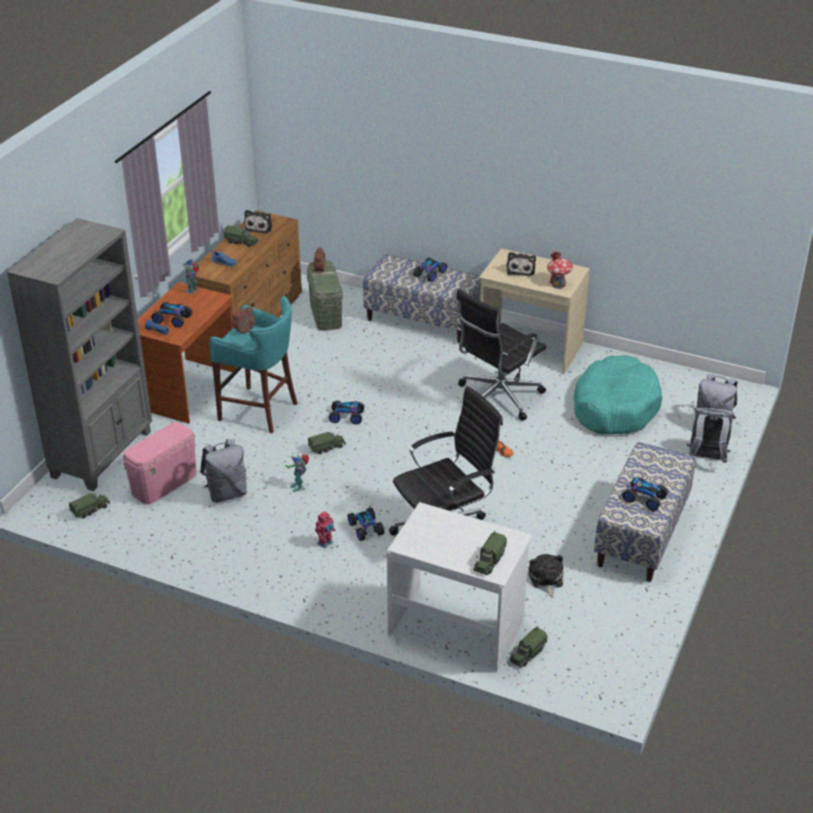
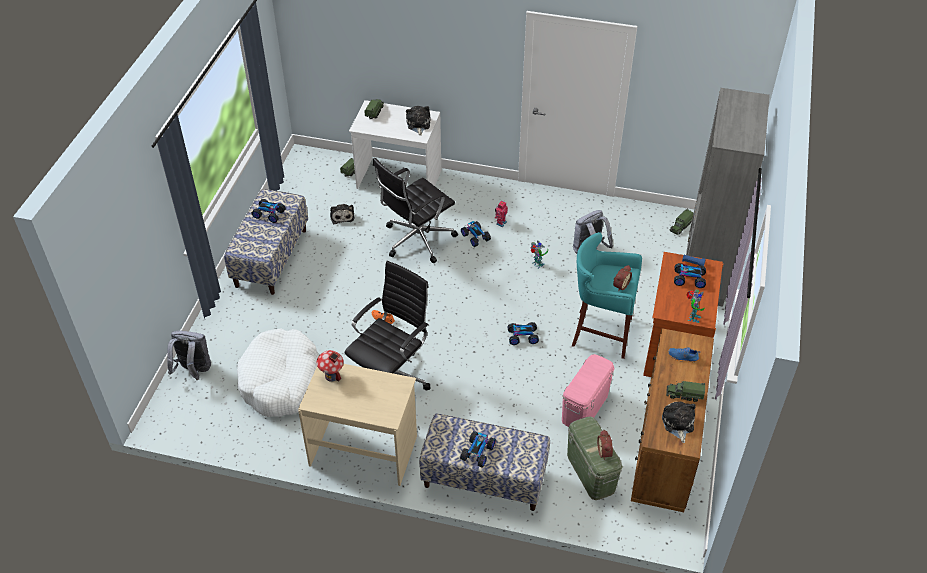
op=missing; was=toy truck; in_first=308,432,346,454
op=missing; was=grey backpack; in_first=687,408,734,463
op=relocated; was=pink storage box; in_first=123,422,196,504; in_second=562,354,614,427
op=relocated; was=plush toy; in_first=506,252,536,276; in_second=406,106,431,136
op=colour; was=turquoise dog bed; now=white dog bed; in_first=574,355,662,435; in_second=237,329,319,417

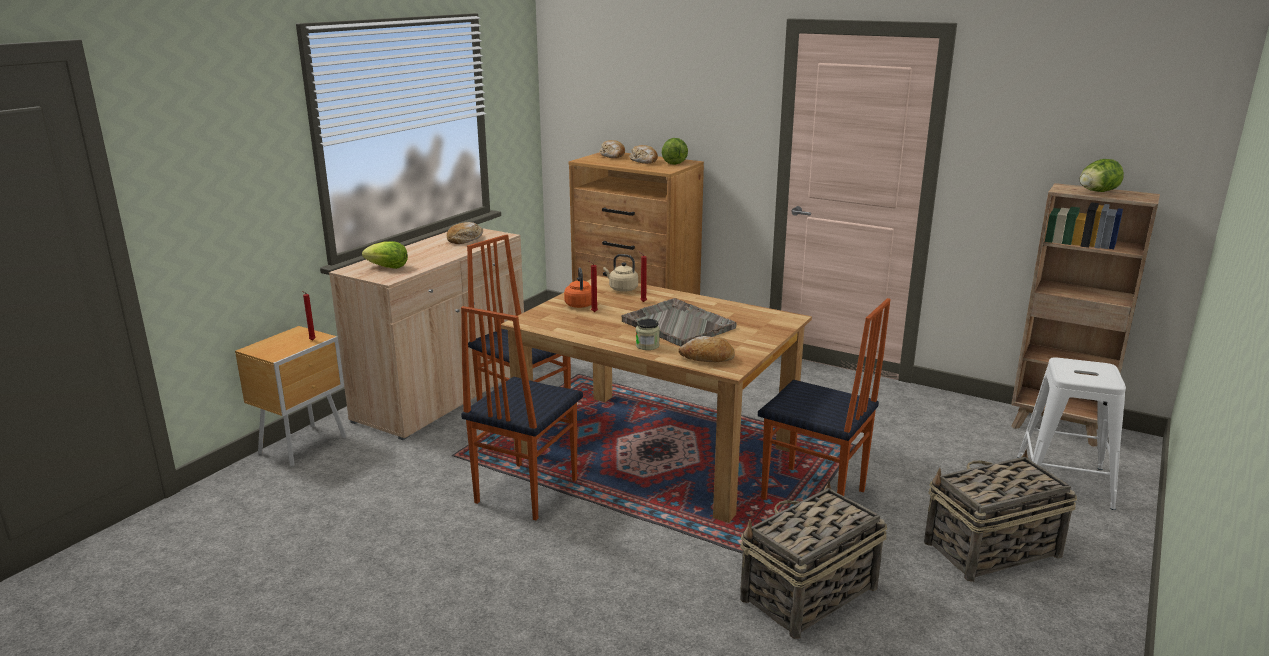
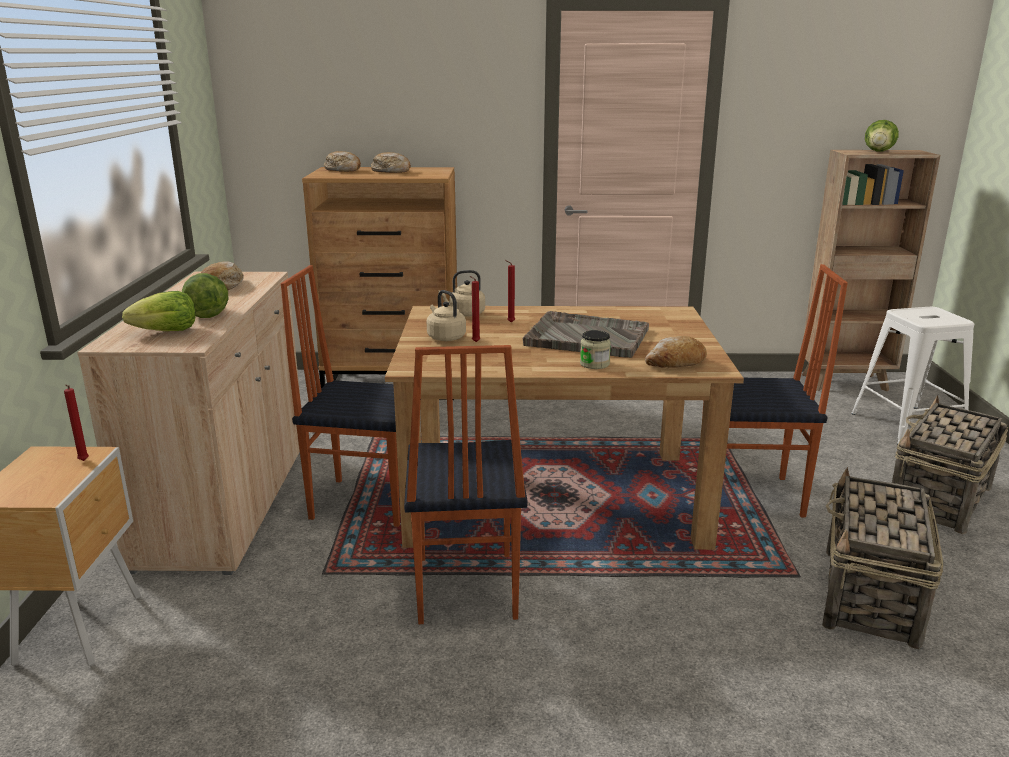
op=relocated; was=lettuce; in_first=662,138,688,165; in_second=182,273,228,318
op=colour; was=orange kettle; now=beige kettle; in_first=564,268,592,308; in_second=427,290,466,341

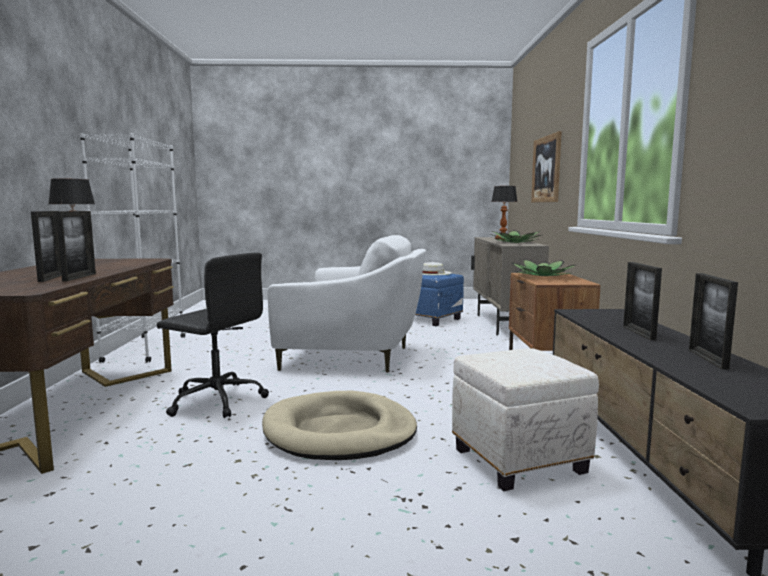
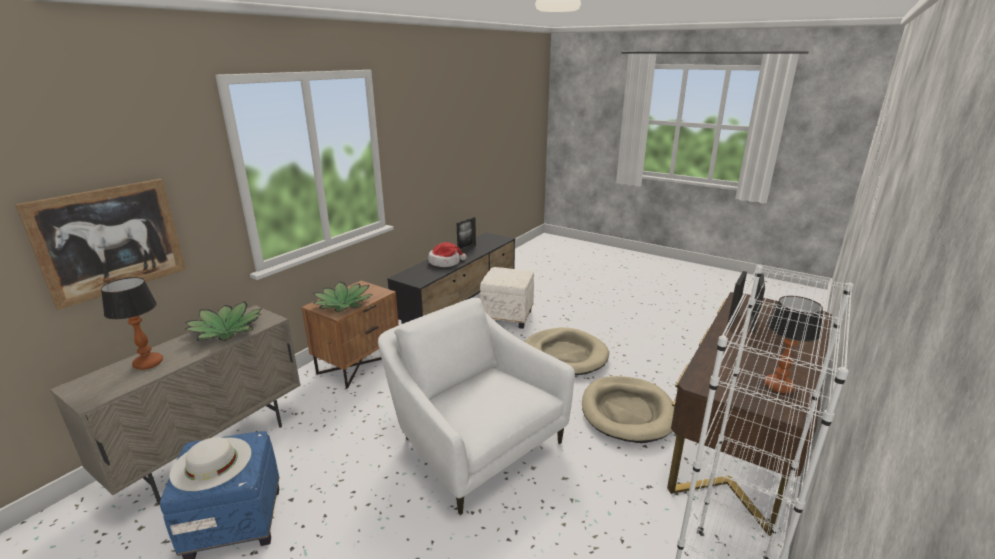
op=exchanged; was=black office chair; now=beige dog bed; in_first=157,253,269,418; in_second=582,376,674,443
op=exchanged; was=picture frame; now=hat; in_first=623,262,662,340; in_second=428,242,467,267

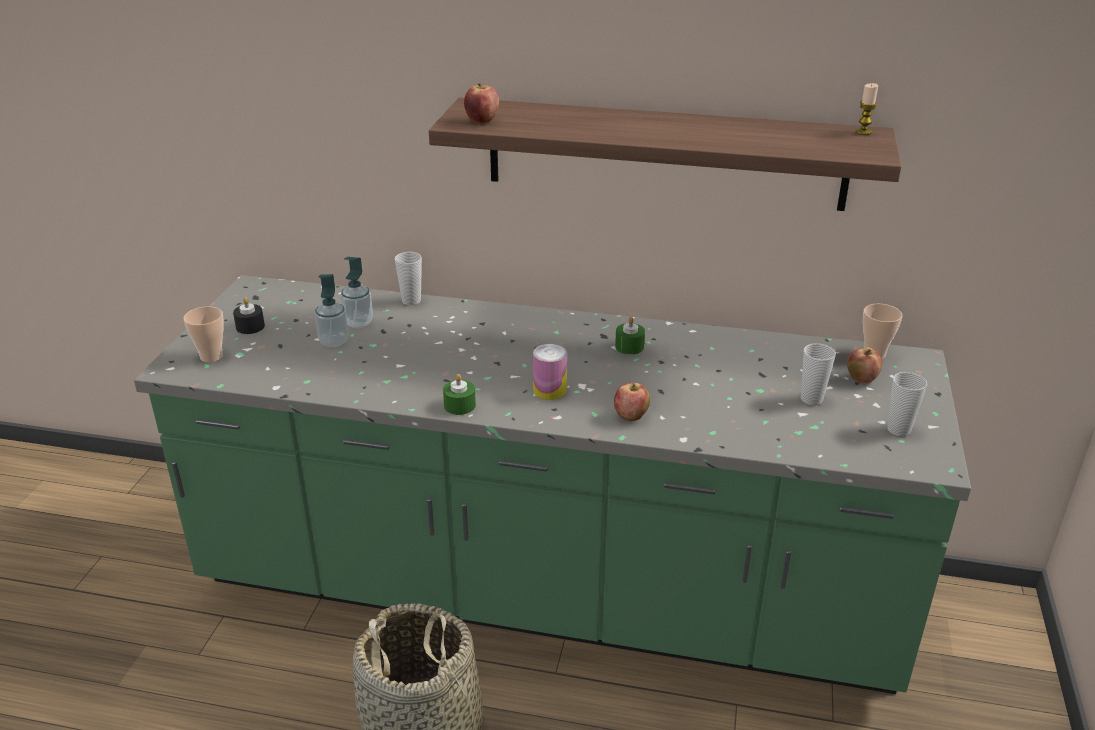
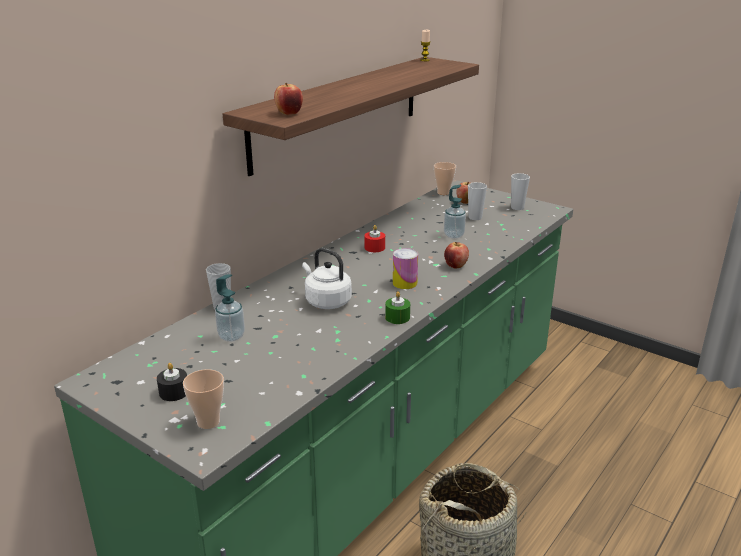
op=appeared; now=white kettle; in_second=302,248,352,309
op=relocated; was=soap dispenser; in_first=315,274,348,347; in_second=444,184,466,239
op=colour; was=green candle; now=red candle; in_first=615,316,645,354; in_second=364,225,385,252

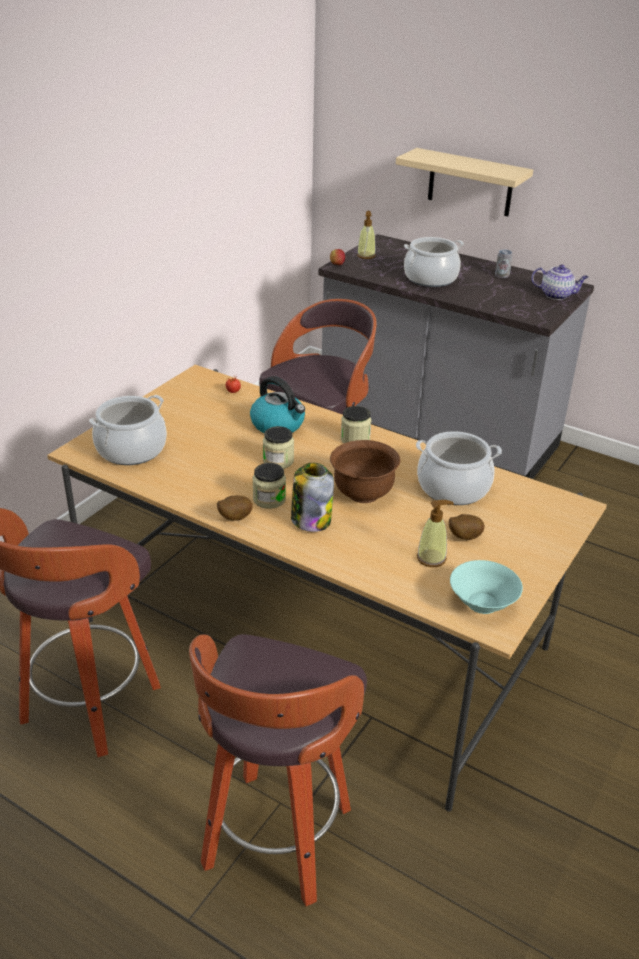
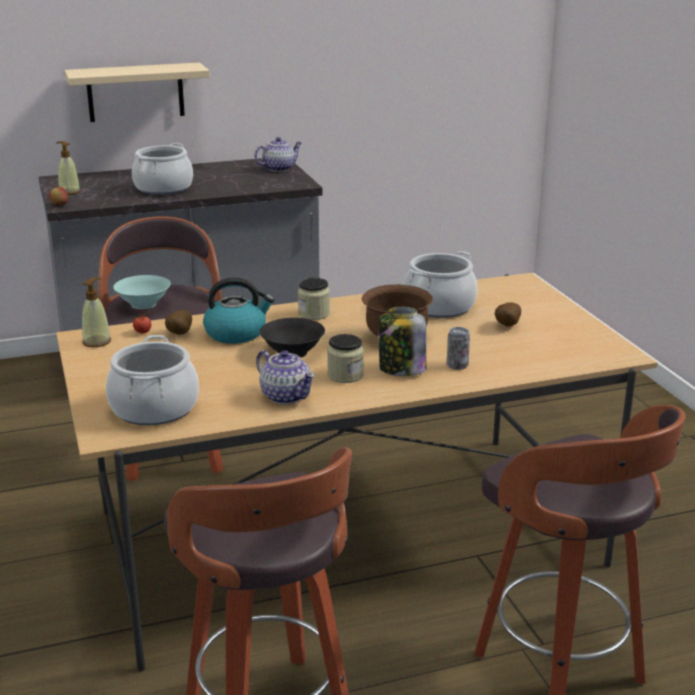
op=appeared; now=teapot; in_second=256,350,315,404
op=relocated; was=potato; in_first=217,496,252,520; in_second=165,310,192,335
op=relocated; was=soap dispenser; in_first=417,500,454,567; in_second=82,277,111,347
op=relocated; was=turquoise bowl; in_first=450,560,523,614; in_second=113,275,171,309
op=relocated; was=can; in_first=495,250,512,278; in_second=447,327,470,370
op=exchanged; was=jar; now=black bowl; in_first=263,426,294,469; in_second=259,318,325,358

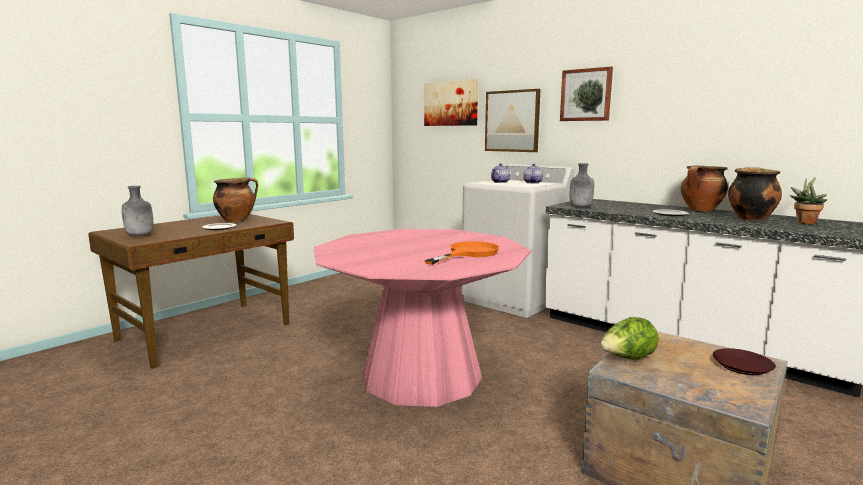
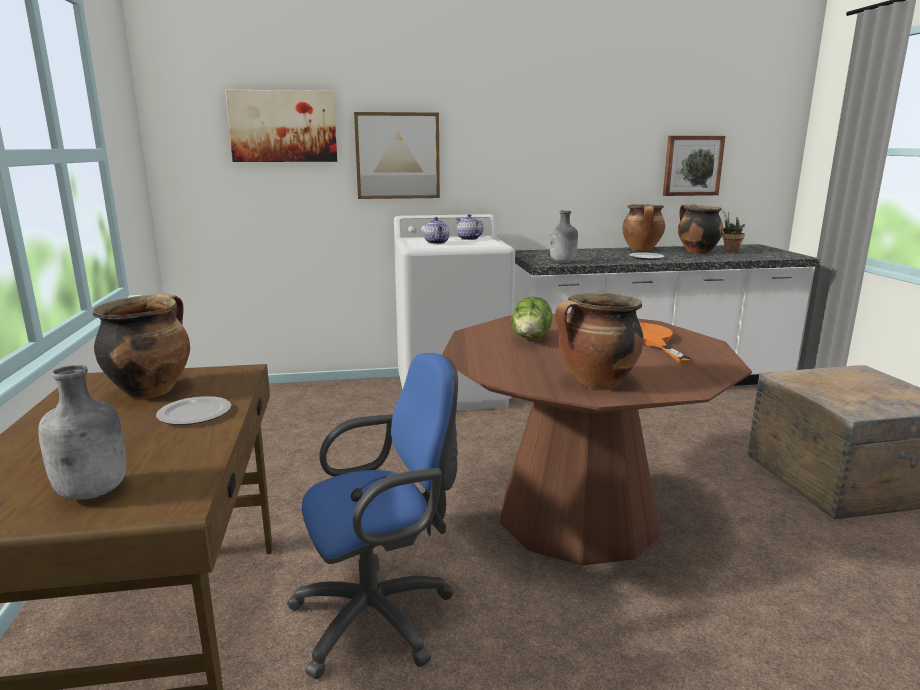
op=missing; was=brown plate; in_first=713,348,776,375
op=appeared; now=blue office chair; in_second=287,353,458,679
op=appeared; now=cooking pot; in_second=555,293,643,389
op=relocated; was=picture; in_first=560,66,613,121; in_second=663,136,725,196
op=relocated; was=lettuce; in_first=600,317,659,360; in_second=511,297,552,339
op=colour; was=pink dining table; now=brown dining table; in_first=314,229,531,407; in_second=442,313,752,566

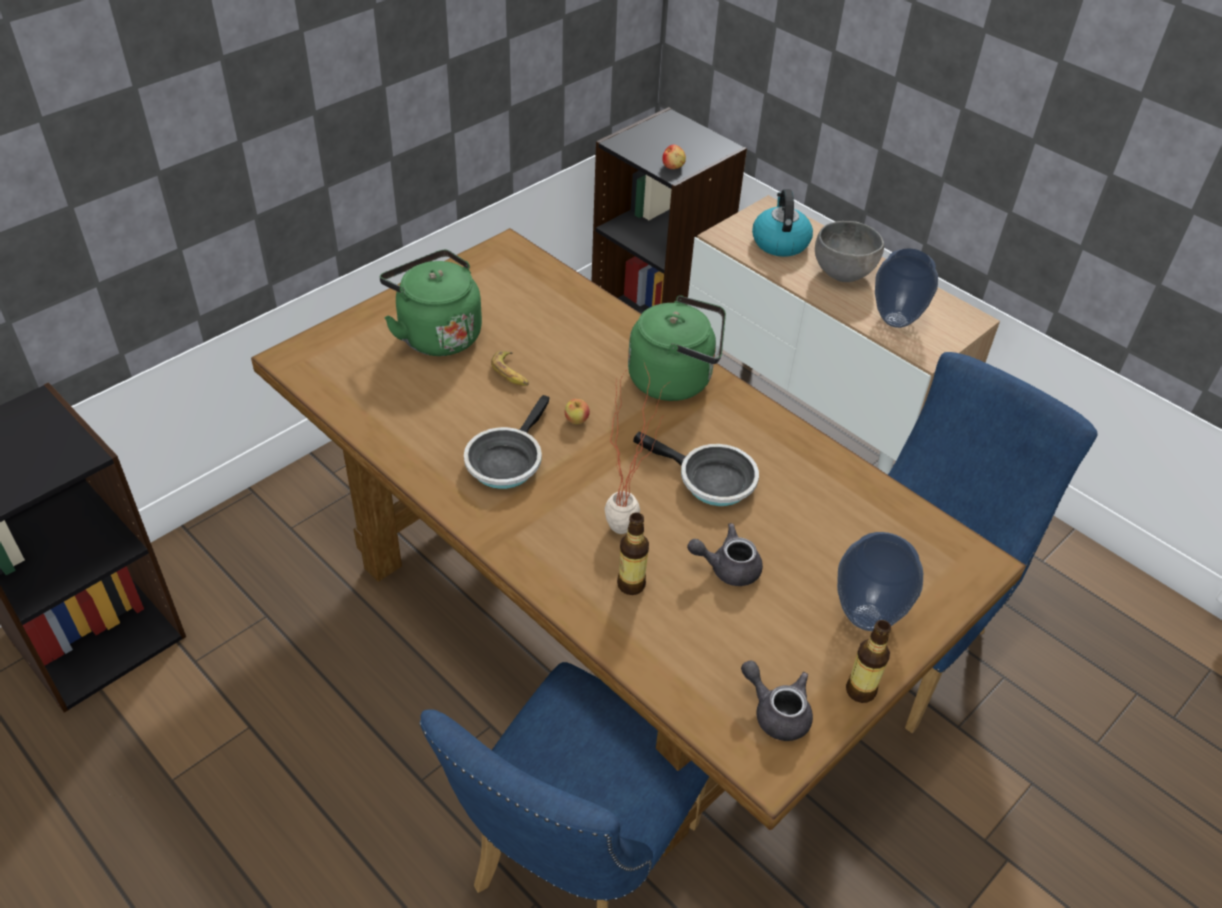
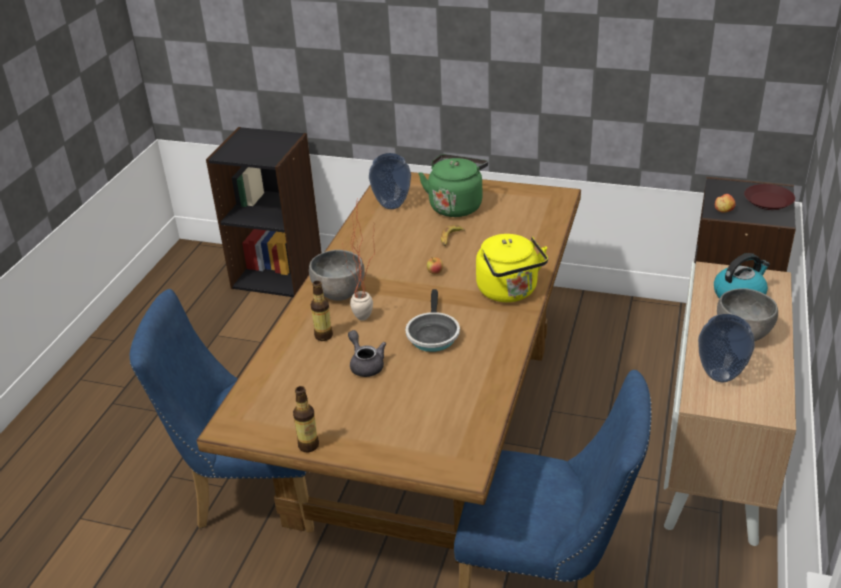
op=missing; was=frying pan; in_first=464,395,550,489
op=missing; was=grey teapot; in_first=741,660,813,741
op=appeared; now=grey bowl; in_second=309,250,365,301
op=appeared; now=brown plate; in_second=744,184,795,210
op=relocated; was=vase; in_first=837,532,923,631; in_second=369,153,411,209
op=colour; was=green kettle; now=yellow kettle; in_first=628,295,726,401; in_second=476,234,548,302

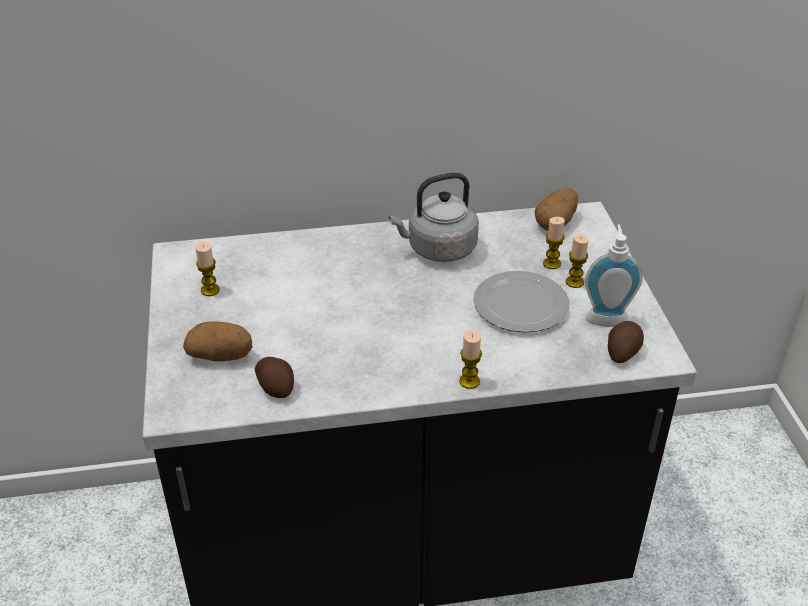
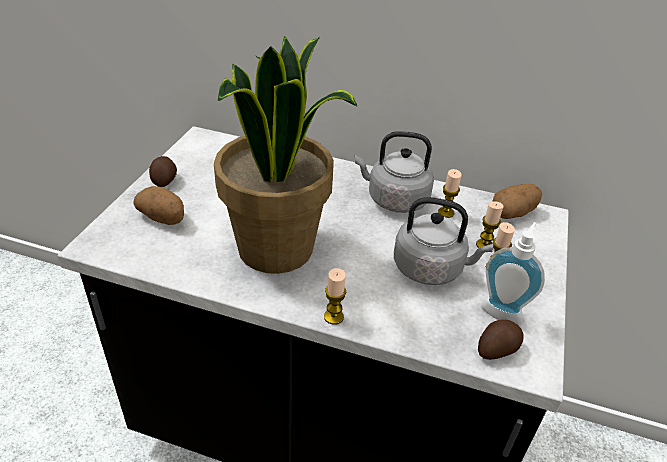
op=appeared; now=potted plant; in_second=214,36,357,274
op=relocated; was=candle; in_first=195,241,220,296; in_second=438,169,462,218
op=relocated; was=potato; in_first=255,357,294,398; in_second=149,156,177,187
op=exchanged; was=plate; now=grey kettle; in_first=473,271,569,332; in_second=394,197,493,285

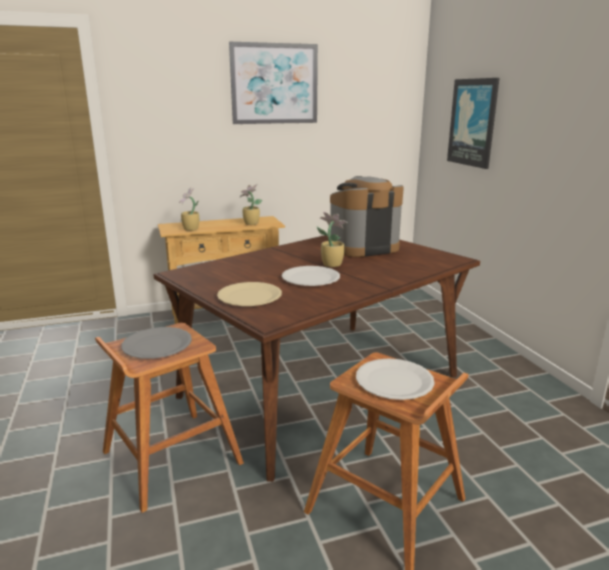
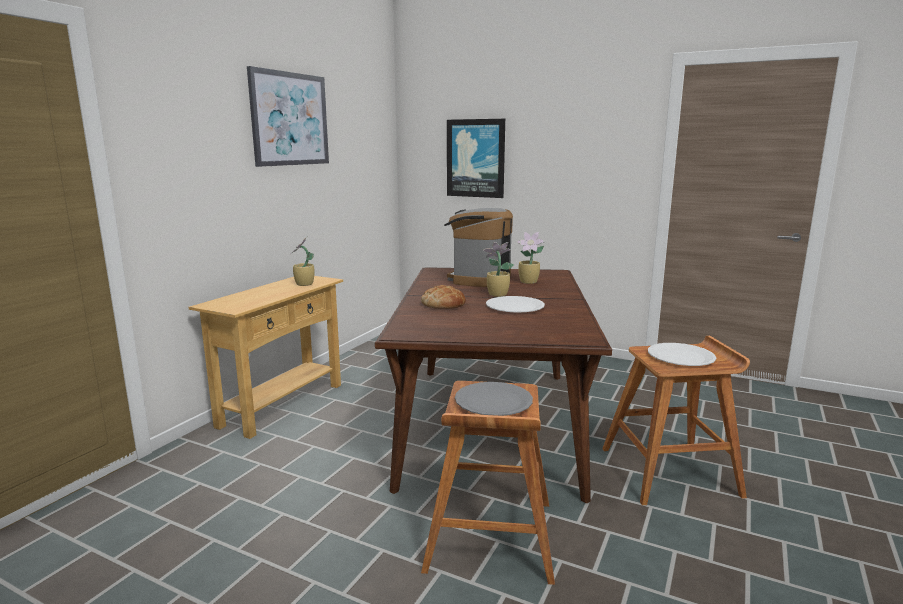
op=missing; was=beige plate; in_first=217,282,282,306
op=appeared; now=bread; in_second=421,285,466,309
op=relocated; was=potted plant; in_first=179,188,199,231; in_second=517,232,544,284

